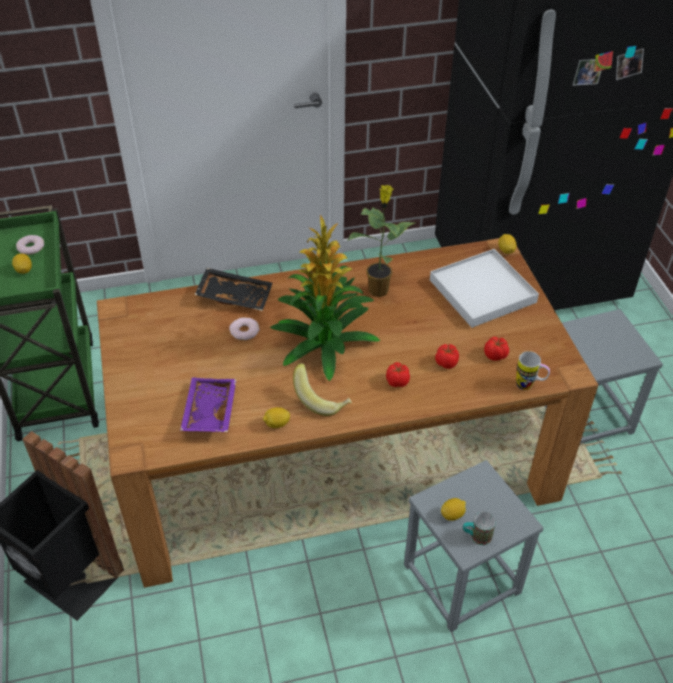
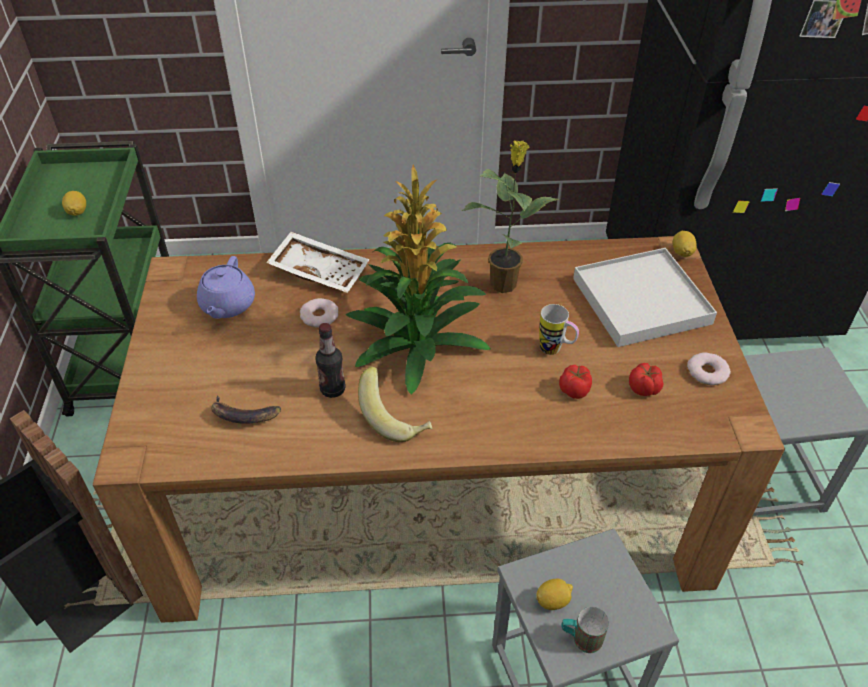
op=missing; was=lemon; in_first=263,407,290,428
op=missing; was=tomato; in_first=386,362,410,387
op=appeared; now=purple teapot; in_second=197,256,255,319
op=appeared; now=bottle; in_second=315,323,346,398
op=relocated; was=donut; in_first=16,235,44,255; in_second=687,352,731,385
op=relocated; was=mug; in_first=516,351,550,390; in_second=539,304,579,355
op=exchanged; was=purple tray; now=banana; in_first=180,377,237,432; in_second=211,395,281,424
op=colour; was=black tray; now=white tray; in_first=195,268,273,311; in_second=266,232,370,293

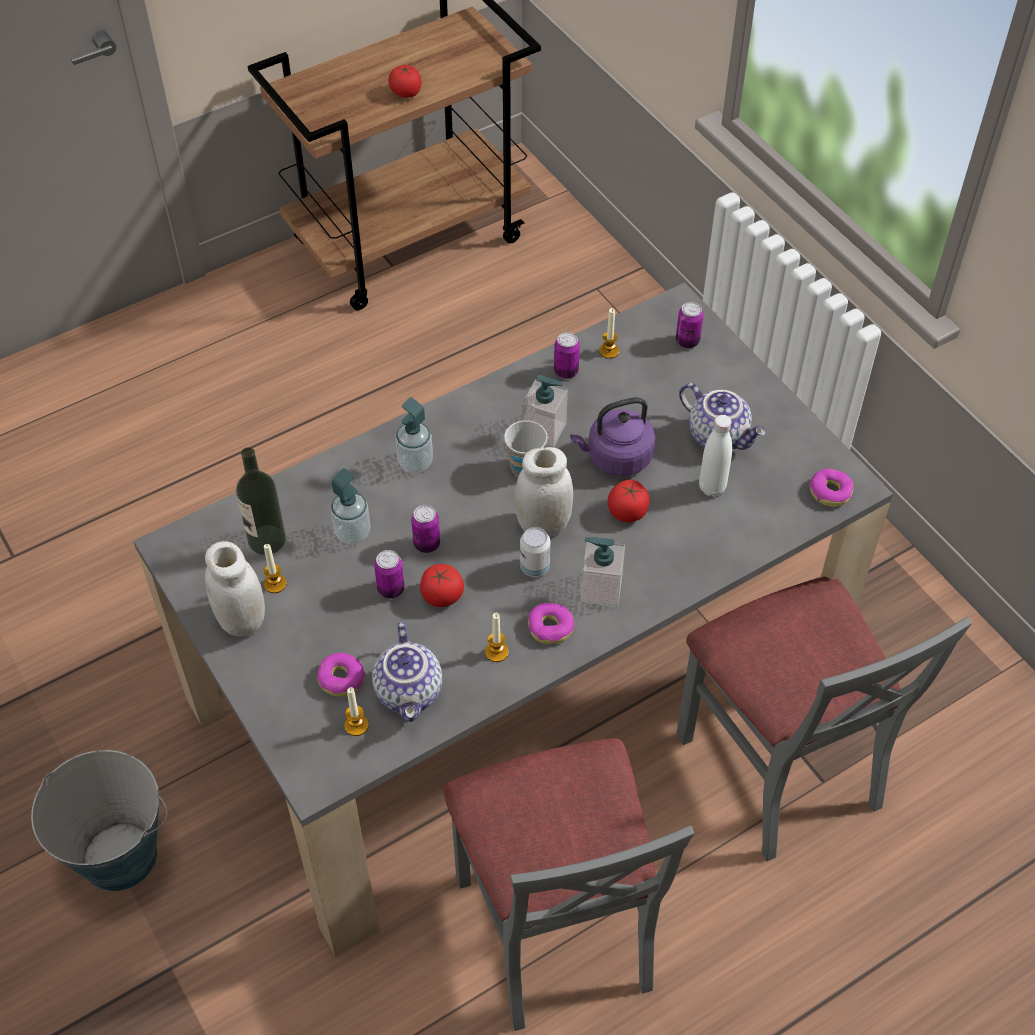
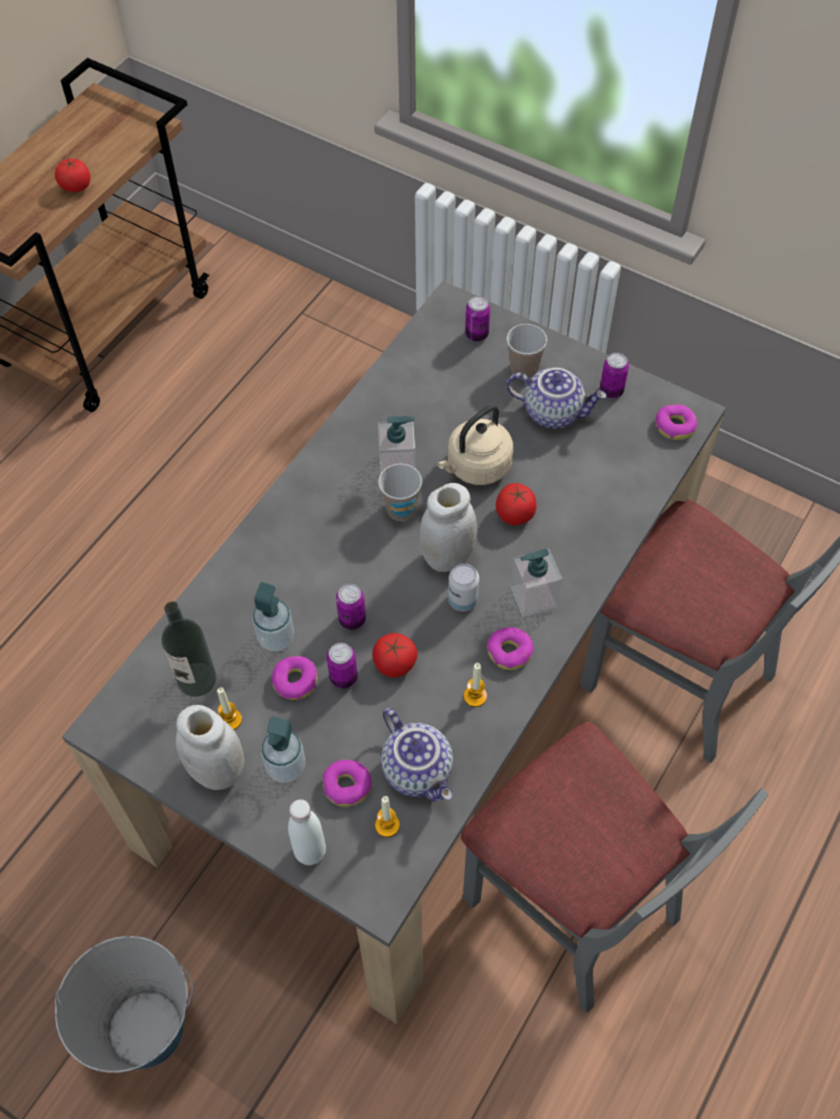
op=missing; was=candle; in_first=599,308,619,359
op=appeared; now=donut; in_second=272,656,317,700
op=appeared; now=cup; in_second=507,324,547,379
op=relocated; was=soap dispenser; in_first=395,397,433,473; in_second=261,716,305,783
op=relocated; was=can; in_first=554,332,580,379; in_second=600,353,629,398
op=relocated; was=white bottle; in_first=699,415,732,497; in_second=288,799,326,865
op=colour; was=purple kettle; now=beige kettle; in_first=570,397,656,476; in_second=437,404,513,485

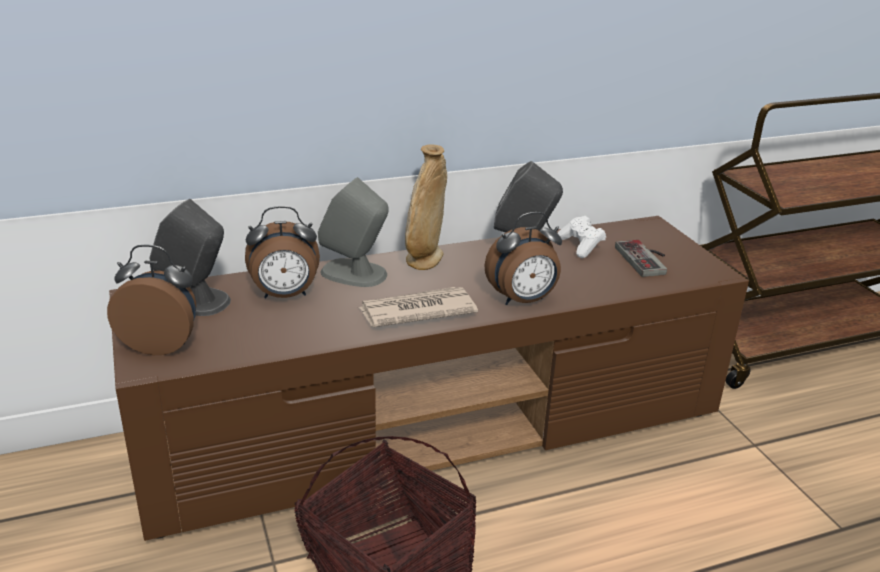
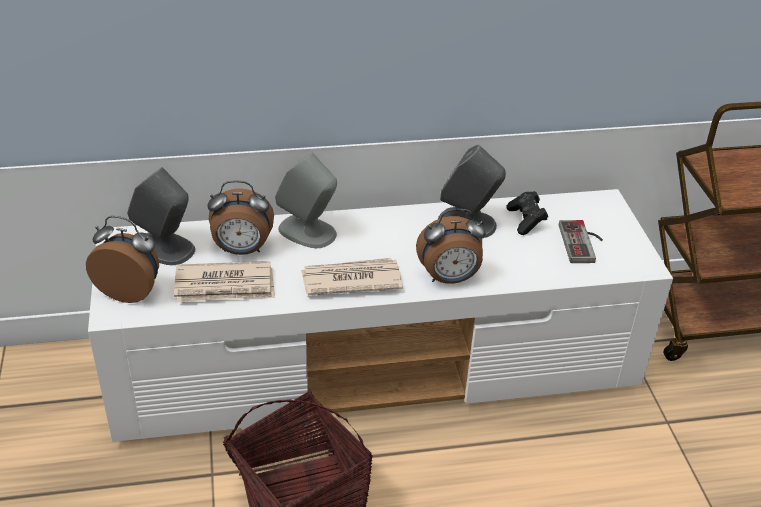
op=missing; was=beige vase; in_first=405,144,447,270
op=appeared; now=newspaper; in_second=174,261,275,303
op=colour; was=brown tv stand; now=white tv stand; in_first=109,216,749,541; in_second=88,189,673,442
op=colour; was=white game controller; now=black game controller; in_first=557,216,606,258; in_second=507,191,548,235

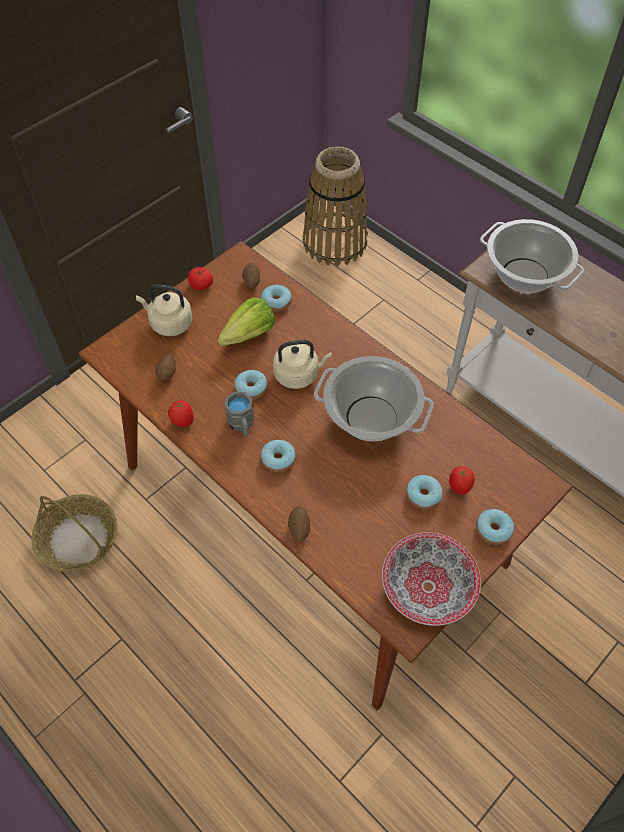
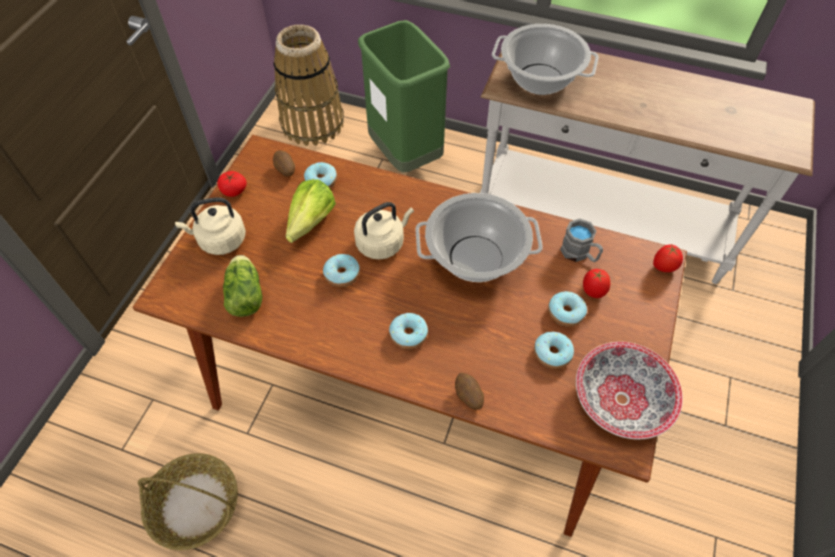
op=appeared; now=green trash can; in_second=358,20,450,173
op=relocated; was=tomato; in_first=168,400,194,427; in_second=653,244,683,272
op=relocated; was=grey mug; in_first=225,391,254,436; in_second=560,219,603,262
op=relocated; was=donut; in_first=476,509,514,545; in_second=534,332,574,369
op=exchanged; was=potato; now=lettuce; in_first=155,355,176,381; in_second=223,255,263,317

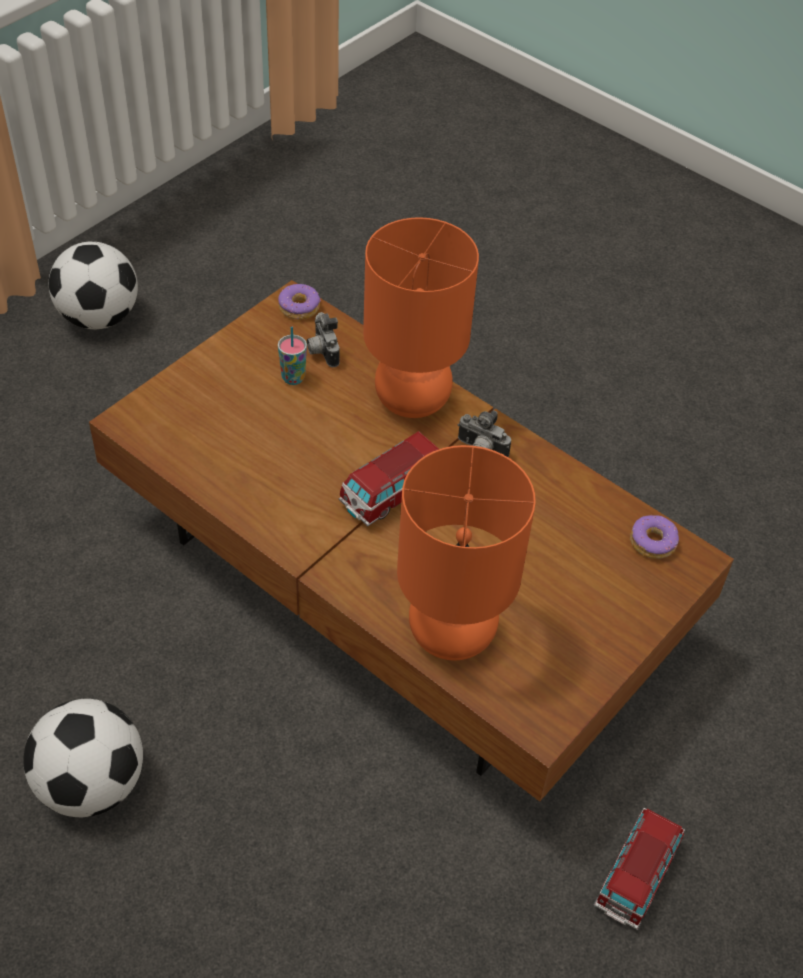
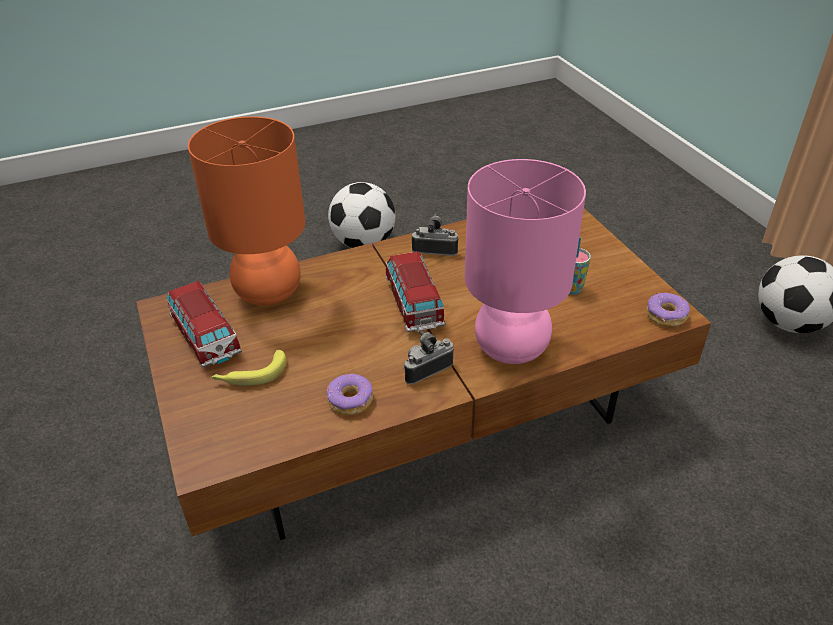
op=appeared; now=banana; in_second=211,350,286,386
op=relocated; was=photo camera; in_first=307,312,340,367; in_second=412,214,459,256
op=relocated; was=toy car; in_first=594,808,685,930; in_second=167,281,242,368
op=relocated; was=donut; in_first=630,515,679,559; in_second=327,374,373,415
op=colour; was=orange table lamp; now=pink table lamp; in_first=363,217,479,418; in_second=465,159,586,364

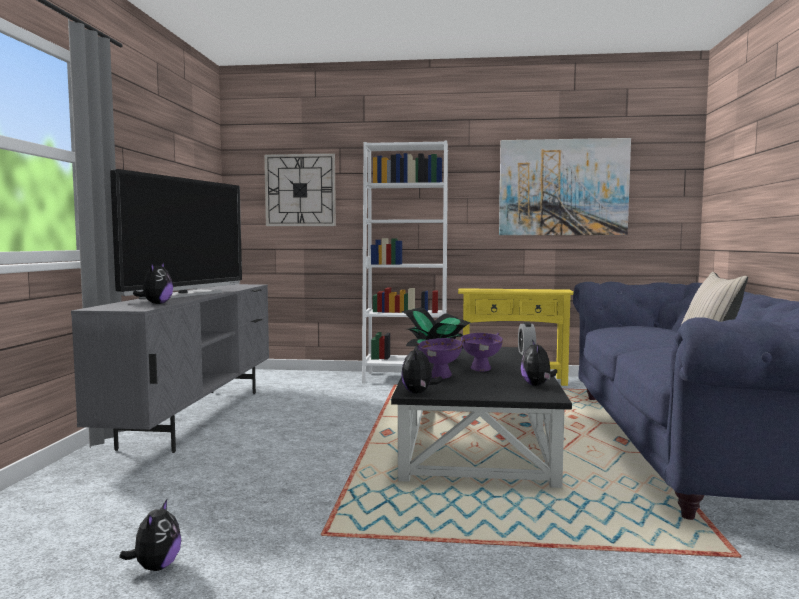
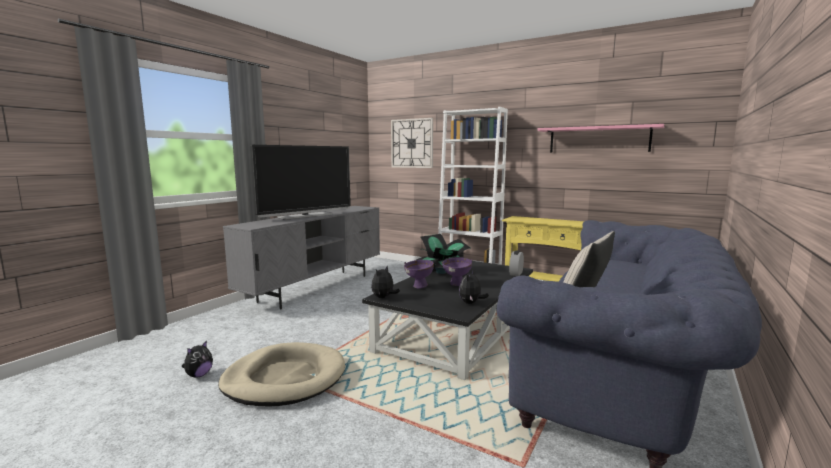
op=missing; was=plush toy; in_first=133,263,173,304
op=appeared; now=beige dog bed; in_second=218,342,345,406
op=exchanged; was=picture; now=pink shelf; in_first=499,138,631,235; in_second=537,124,664,152

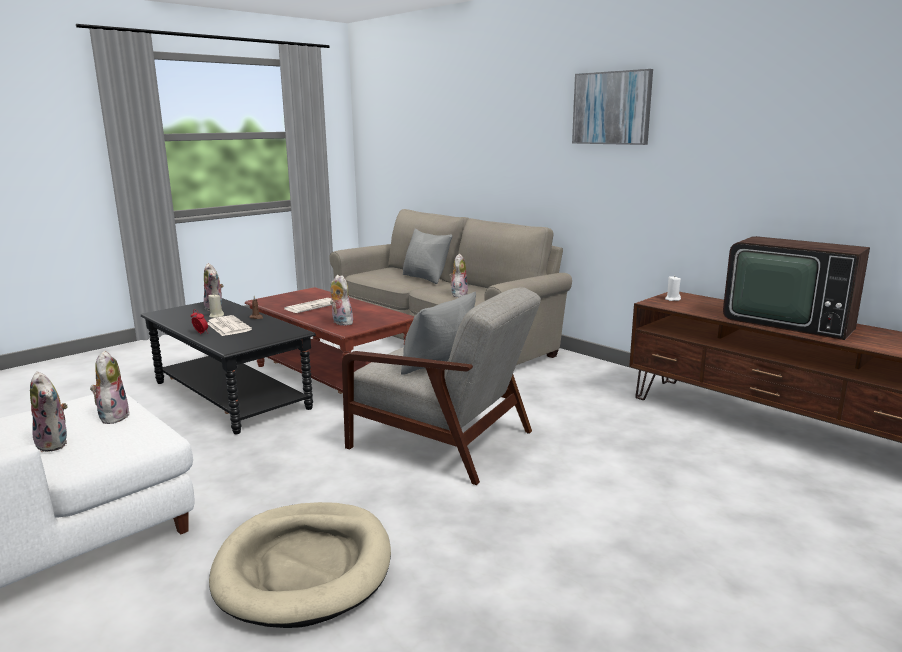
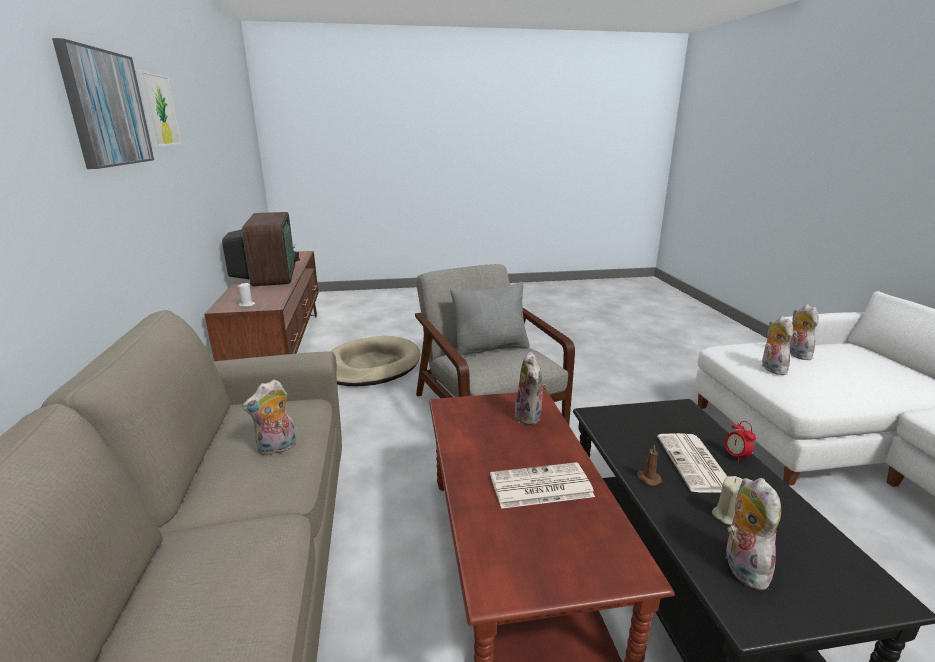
op=missing; was=grey pillow; in_first=403,229,452,284
op=appeared; now=picture; in_second=136,70,182,147
op=relocated; was=beige dog bed; in_first=209,502,391,628; in_second=330,336,420,386
op=spun; was=plush toy; in_first=90,350,130,424; in_second=762,316,793,375; clockwise=150

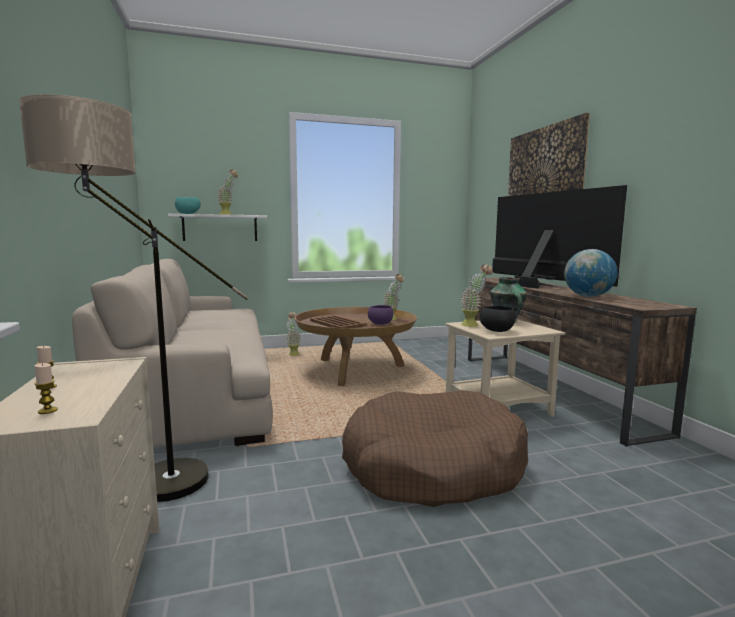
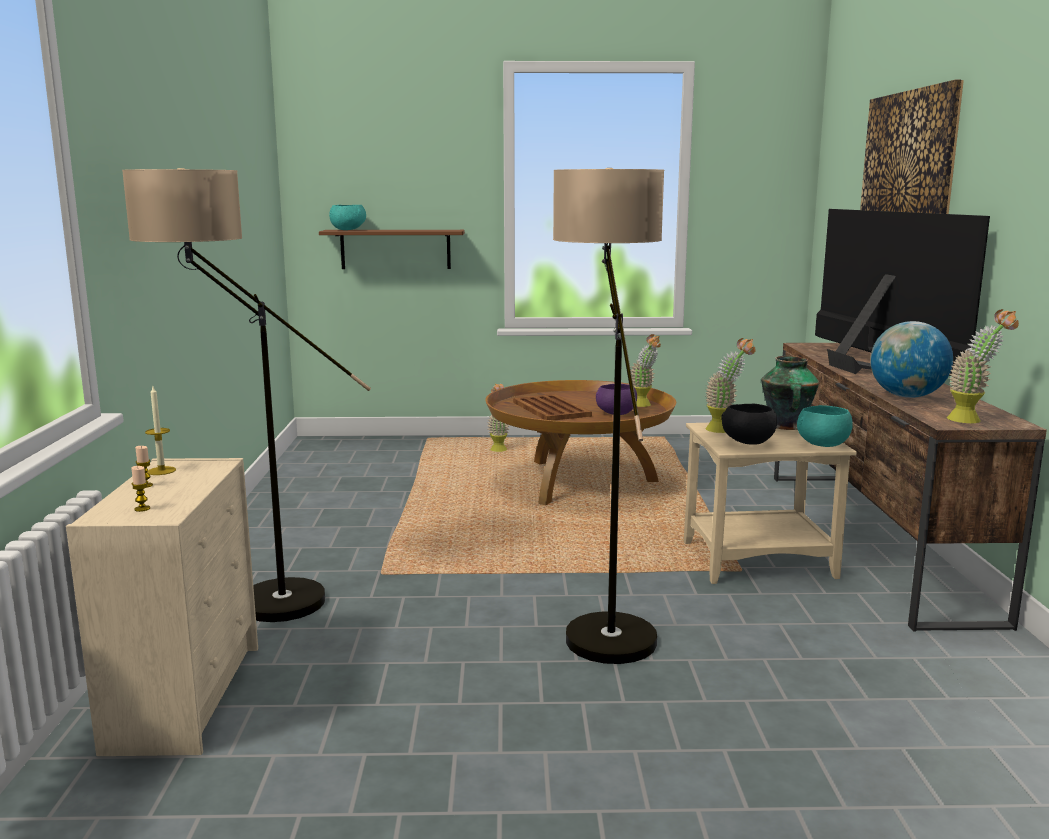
op=missing; was=beige sofa; in_first=72,259,273,448
op=appeared; now=candle; in_second=145,386,176,475
op=appeared; now=turquoise bowl; in_second=797,405,853,447
op=relocated; was=potted plant; in_first=218,169,238,215; in_second=947,309,1019,423
op=exchanged; was=brown dog bed; now=floor lamp; in_first=342,390,528,507; in_second=553,168,664,664
op=colour; was=white shelf; now=brown shelf; in_first=168,214,267,241; in_second=319,230,465,269

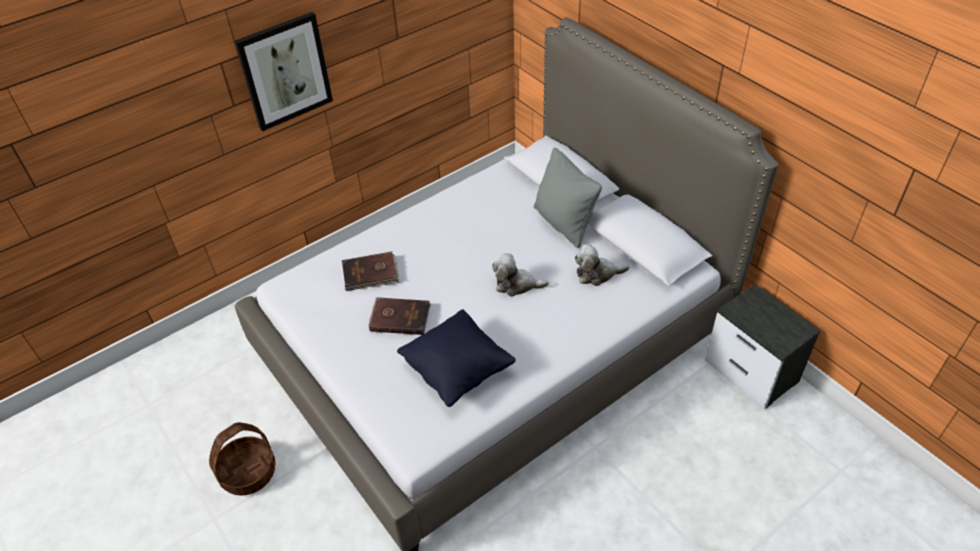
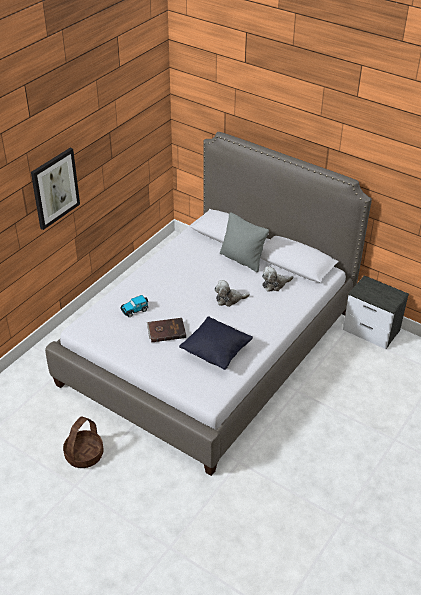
op=exchanged; was=brown book; now=toy car; in_first=342,252,399,291; in_second=120,295,148,317

